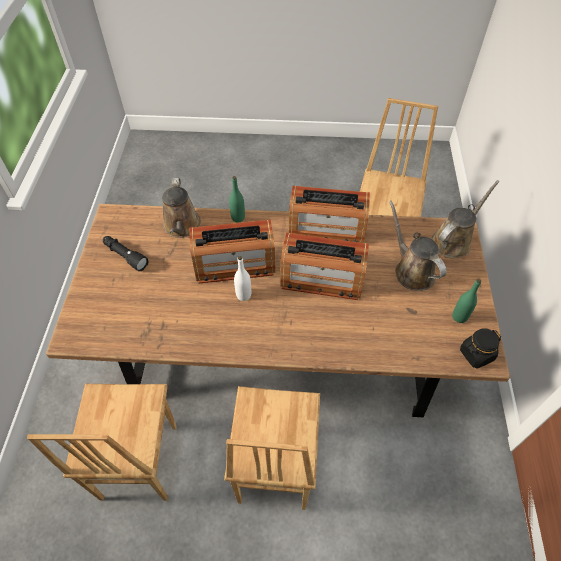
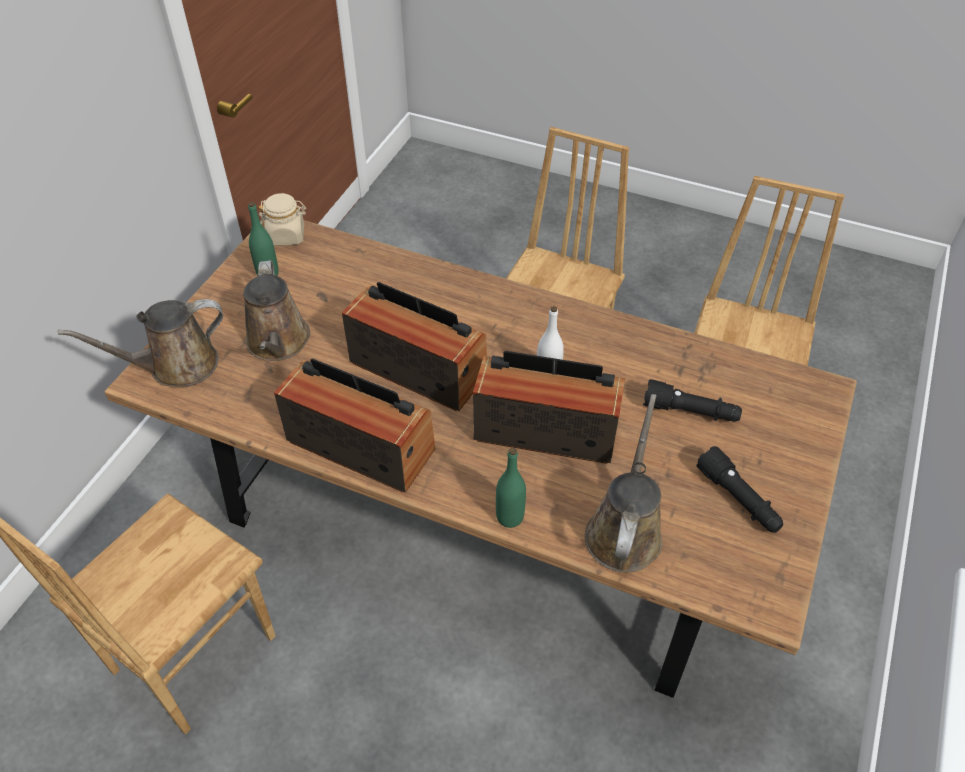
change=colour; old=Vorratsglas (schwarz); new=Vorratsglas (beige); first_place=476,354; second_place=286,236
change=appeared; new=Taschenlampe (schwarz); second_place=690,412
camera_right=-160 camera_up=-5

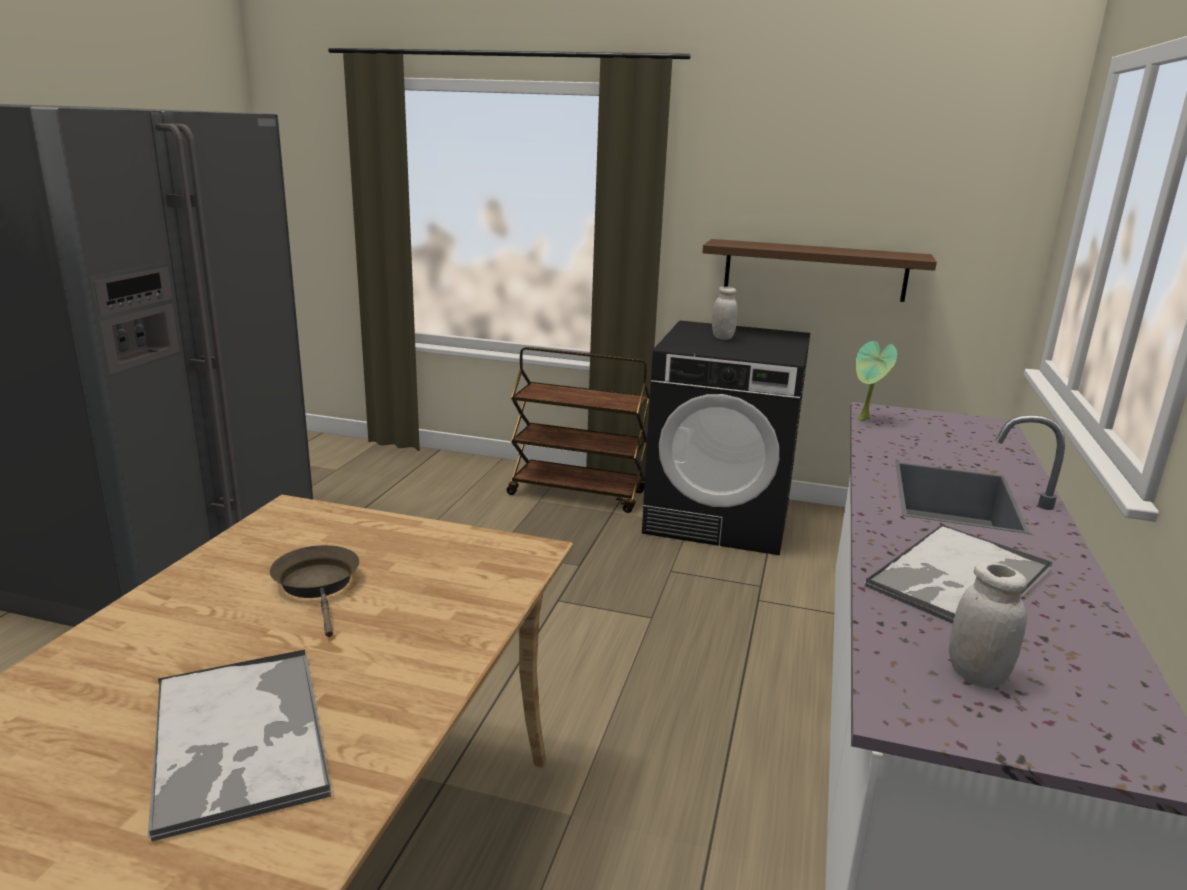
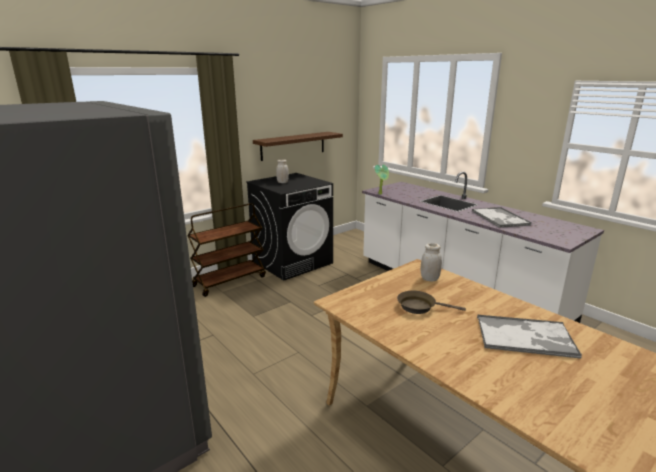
change=relocated; old=Vorratsglas (weiß); first_place=976,675; second_place=429,279
camera_right=-55 camera_up=0

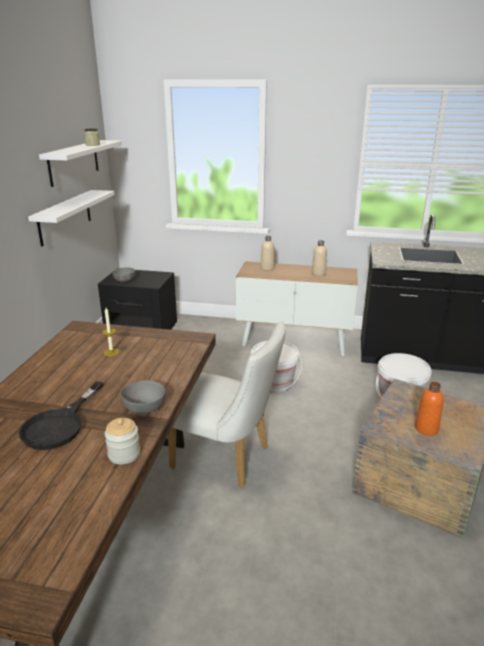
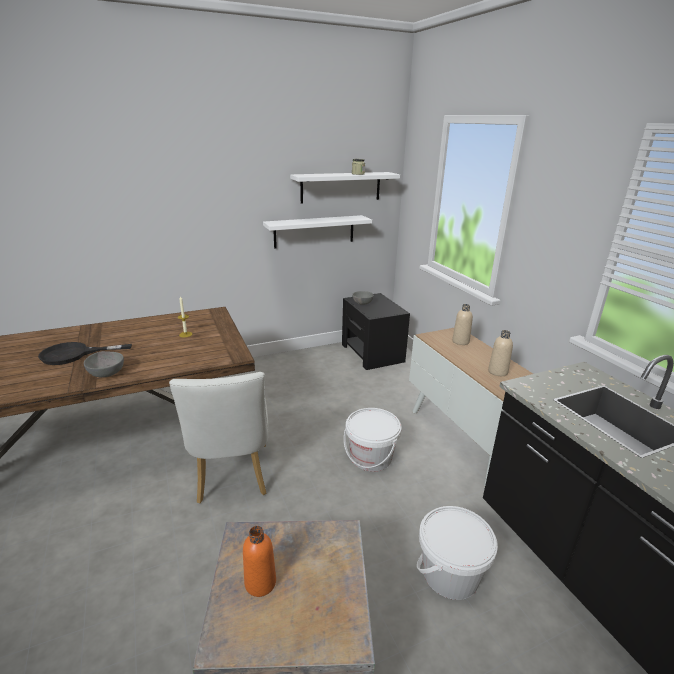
change=missing; old=Vorratsglas; first_place=124,454
camera_right=55 camera_up=0

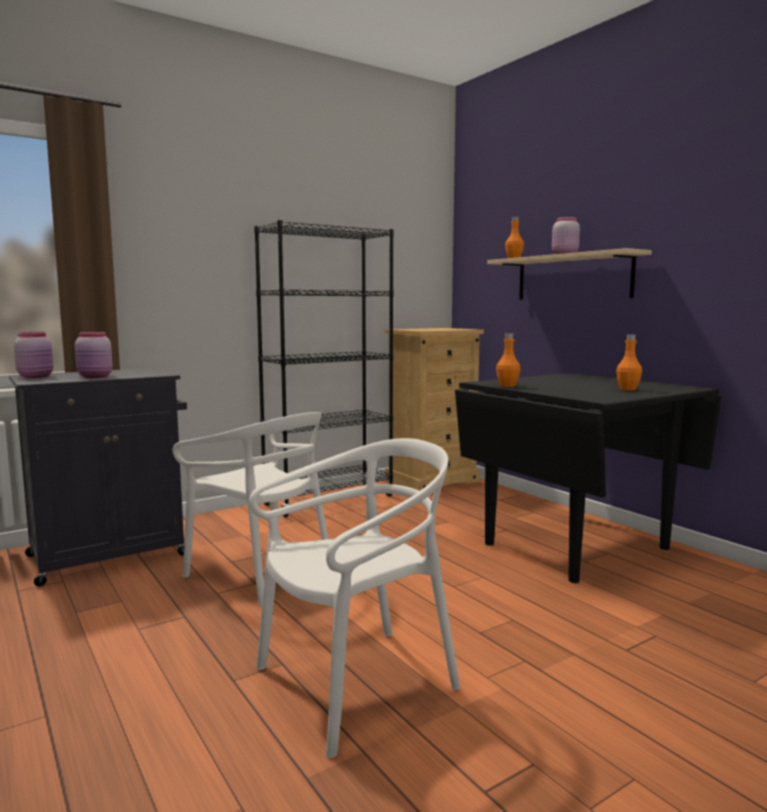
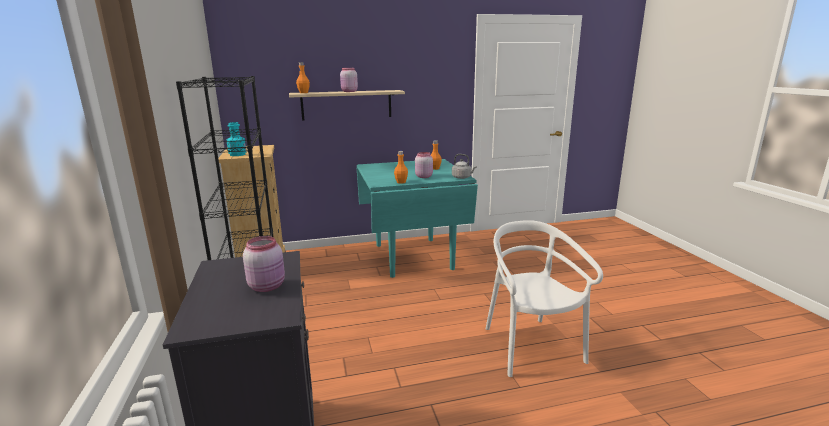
change=relocated; old=Vorratsglas (rosa); first_place=36,376; second_place=423,176
change=missing; old=Stuhl (weiß); first_place=261,573
change=colour; old=Esstisch (schwarz); new=Esstisch (türkis); first_place=574,545; second_place=412,256
change=appeared; new=Flasche (türkis); second_place=237,154
change=appeared; new=Wasserkessel (grau); second_place=462,177
camera_right=-70 camera_up=10

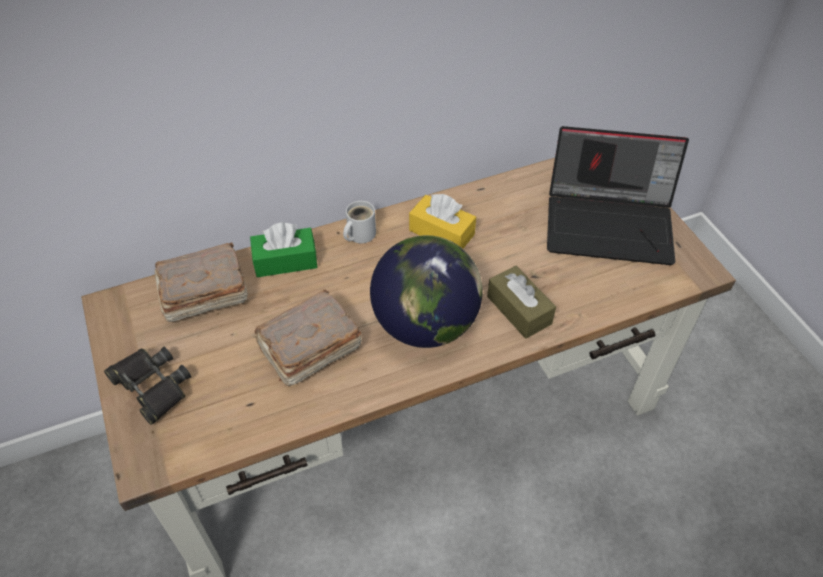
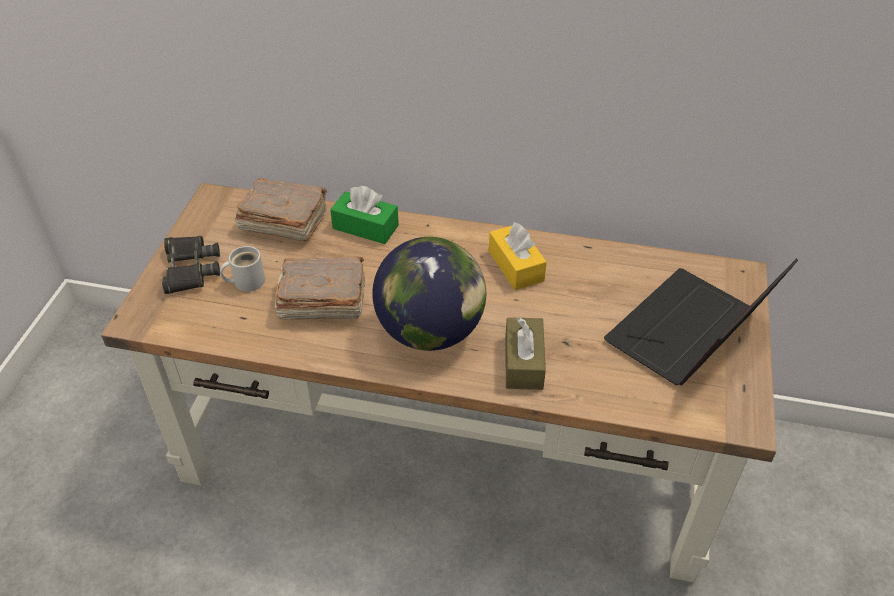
change=relocated; old=Henkelbecher (weiß); first_place=359,234; second_place=246,281
change=spun; old=Laptop; first_place=610,223; second_place=689,335; degrees=90
camera_right=35 camera_up=-5

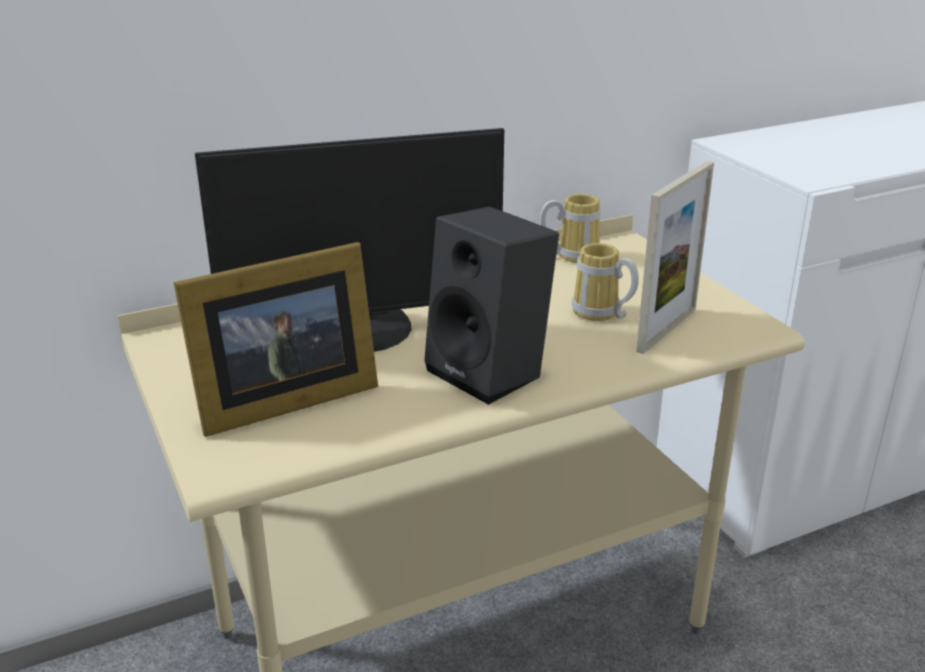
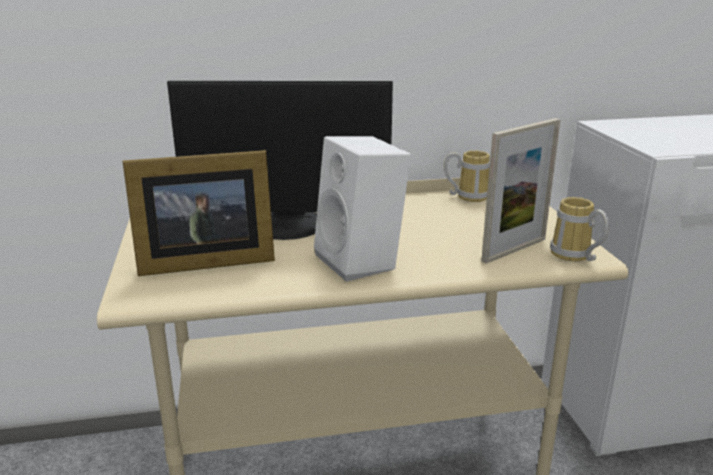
change=colour; old=Lautsprecher (schwarz); new=Lautsprecher (weiß); first_place=492,372; second_place=362,262
change=relocated; old=Henkelbecher; first_place=599,314; second_place=573,256
camera_right=15 camera_up=-5

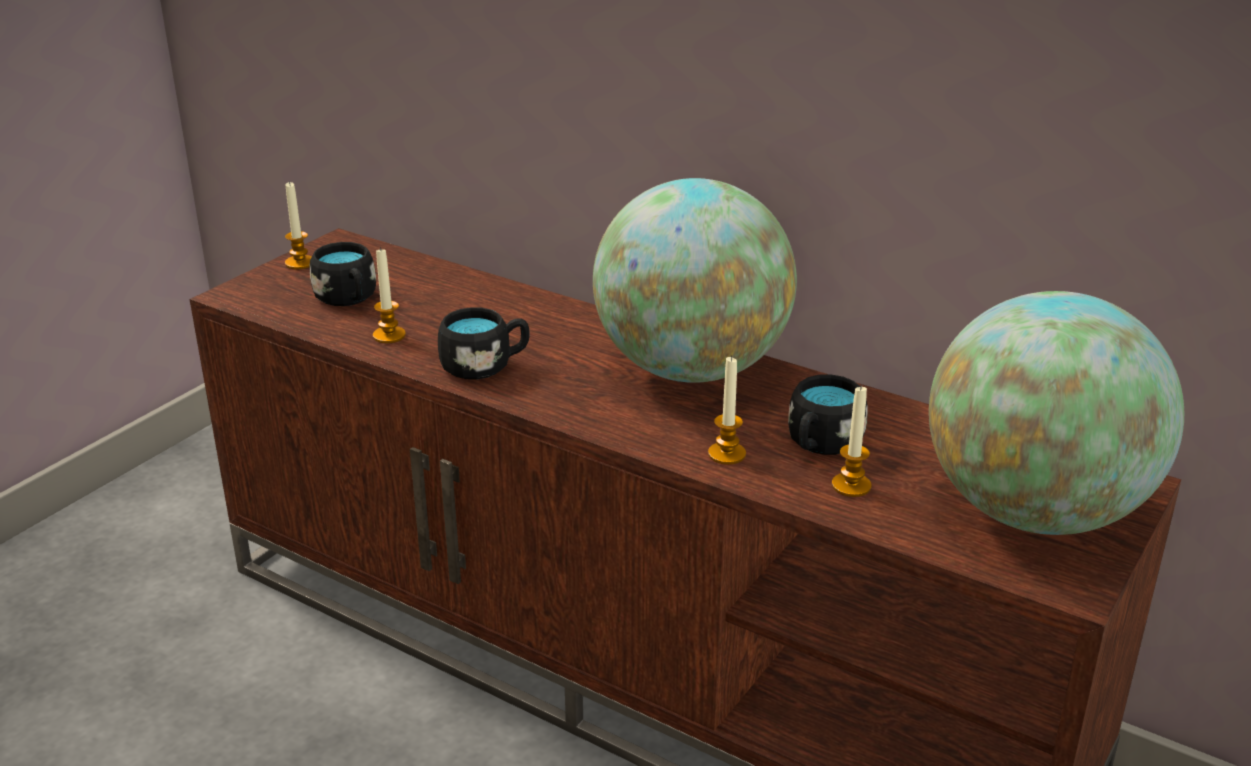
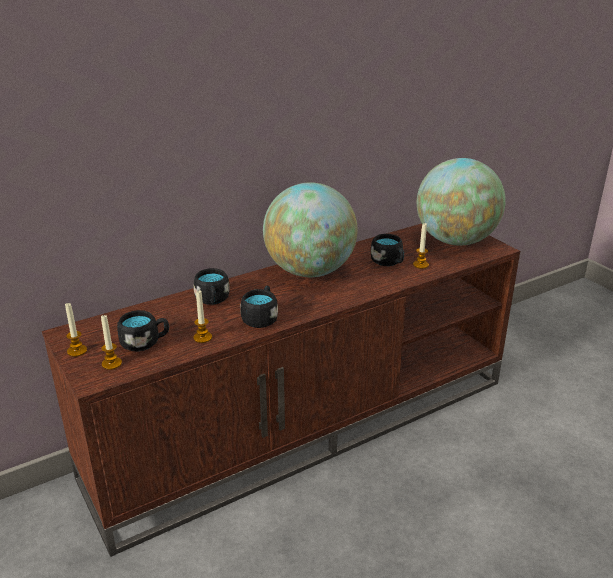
change=relocated; old=Kerze; first_place=727,454; second_place=111,364
change=appeared; new=Henkelbecher (schwarz); second_place=212,300
camera_right=-65 camera_up=0

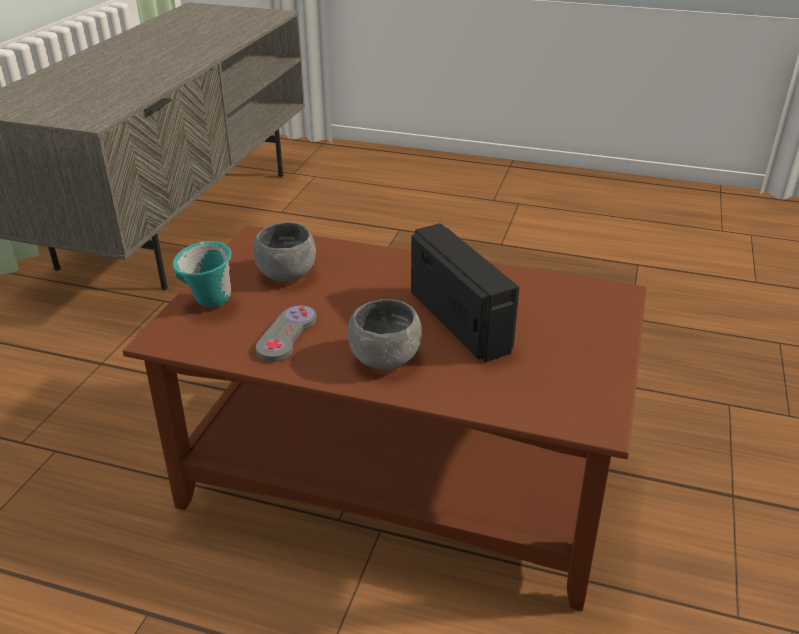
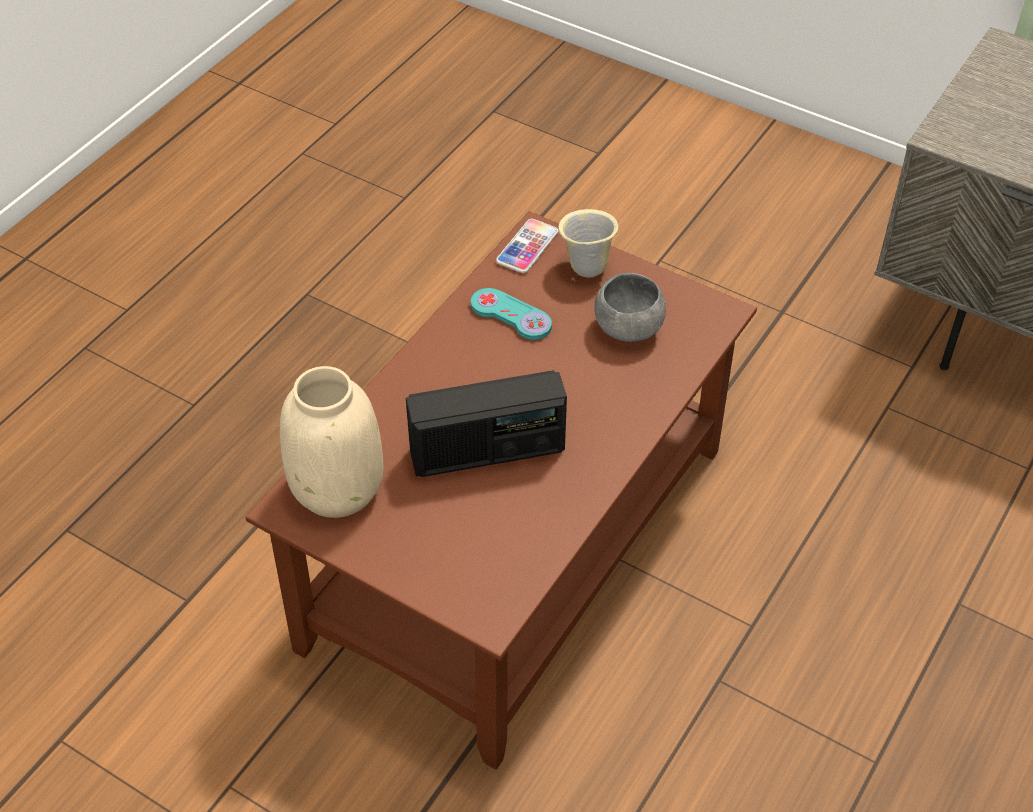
change=colour; old=Henkelbecher (türkis); new=Henkelbecher (beige); first_place=209,304; second_place=586,267
change=colour; old=Gamepad (grau); new=Gamepad (türkis); first_place=287,335; second_place=511,316
change=missing; old=Schüssel (grau); first_place=384,358
change=appeared; new=Vase (beige); second_place=338,486
change=appeared; new=Handy; second_place=527,247
camera_right=105 camera_up=15

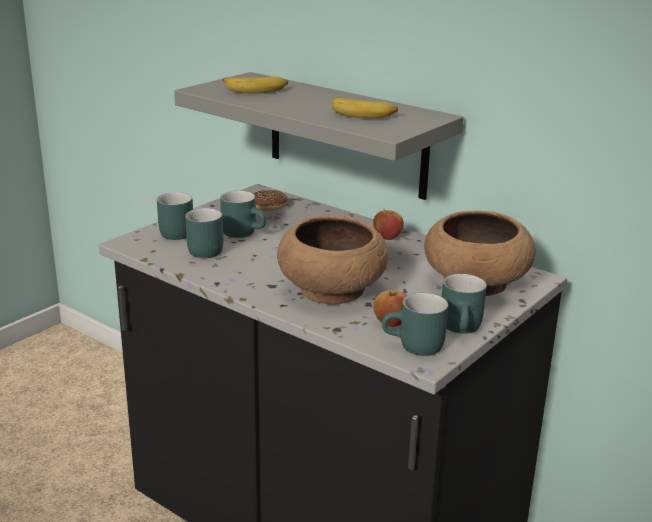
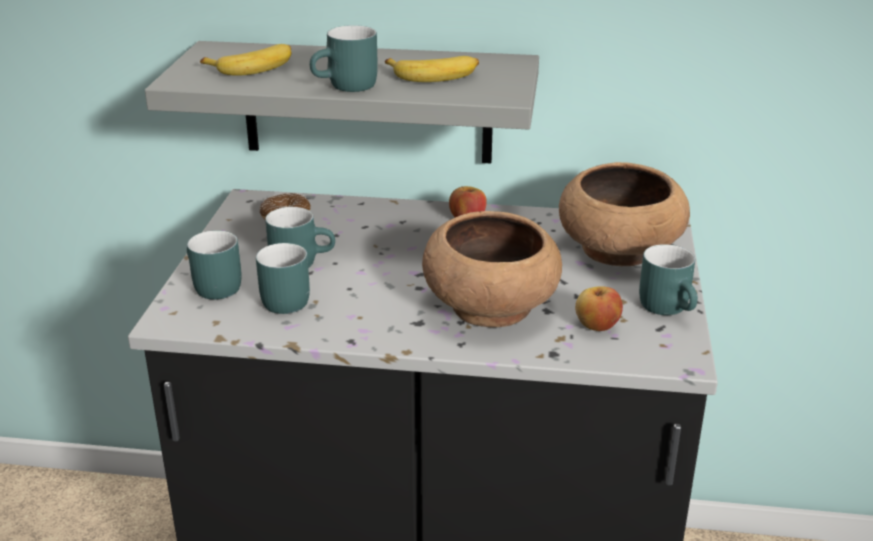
change=relocated; old=Henkelbecher (türkis); first_place=414,347; second_place=347,87
camera_right=-30 camera_up=5

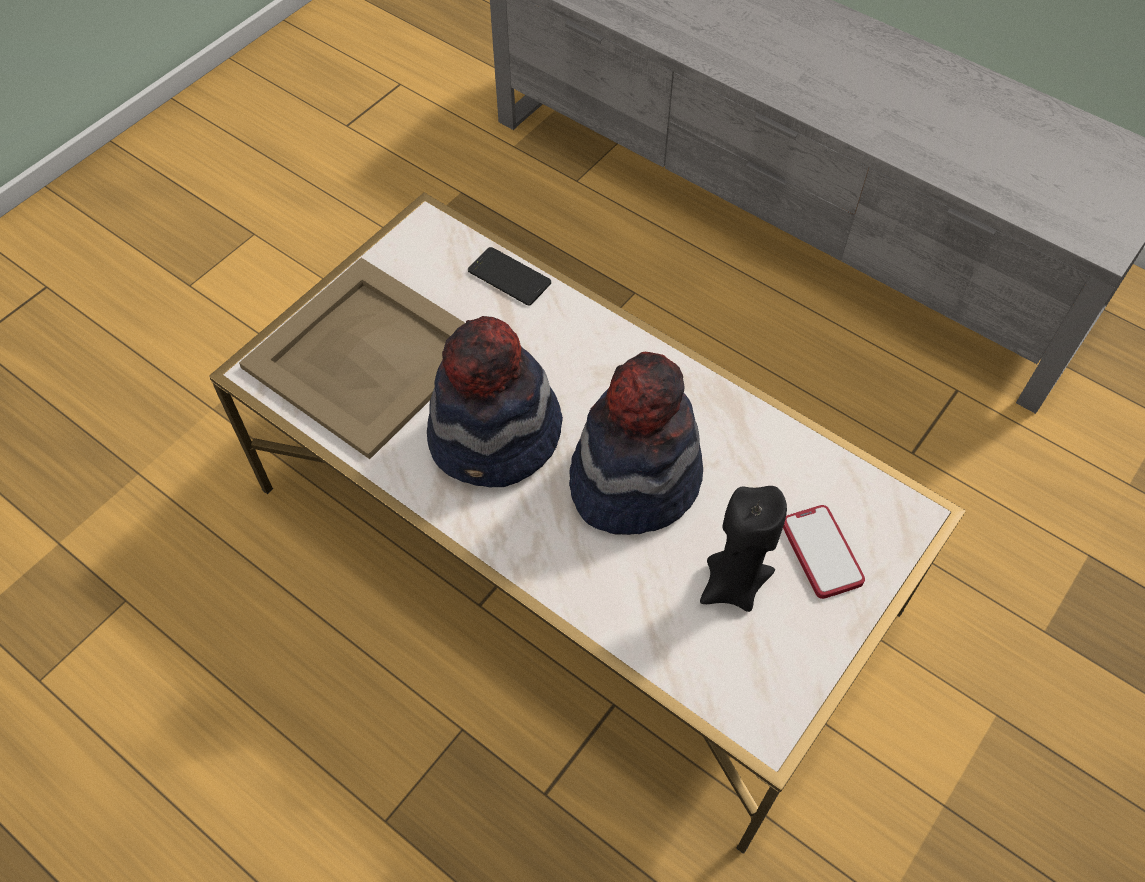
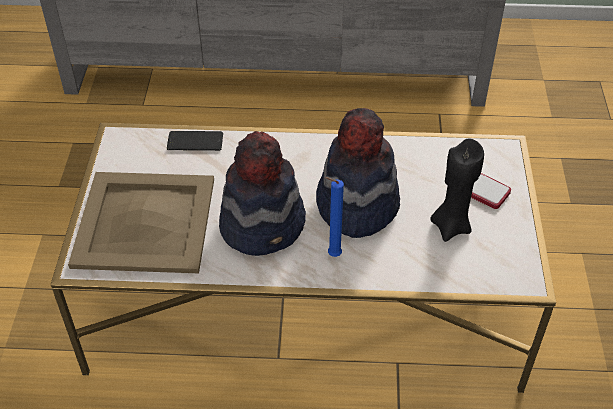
change=appeared; new=Kerze (blau); second_place=332,255
camera_right=-35 camera_up=-10

